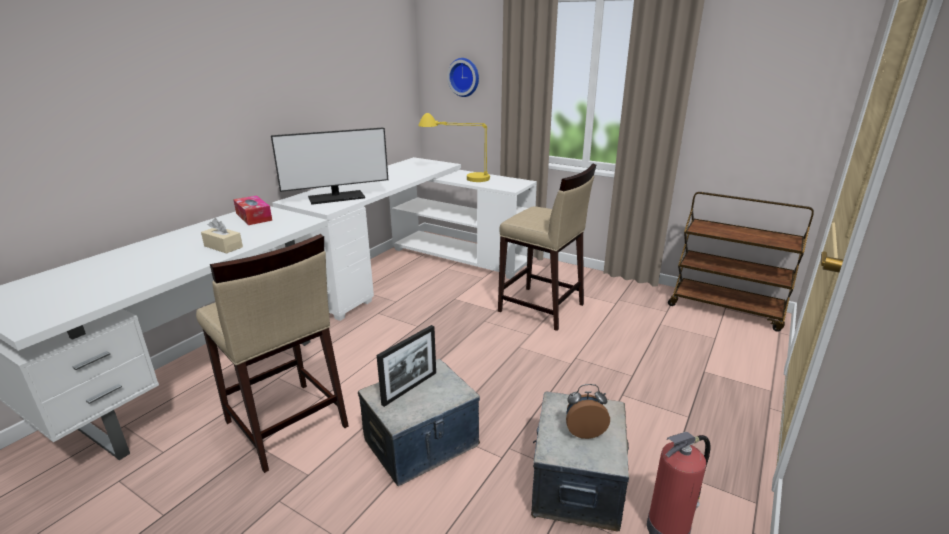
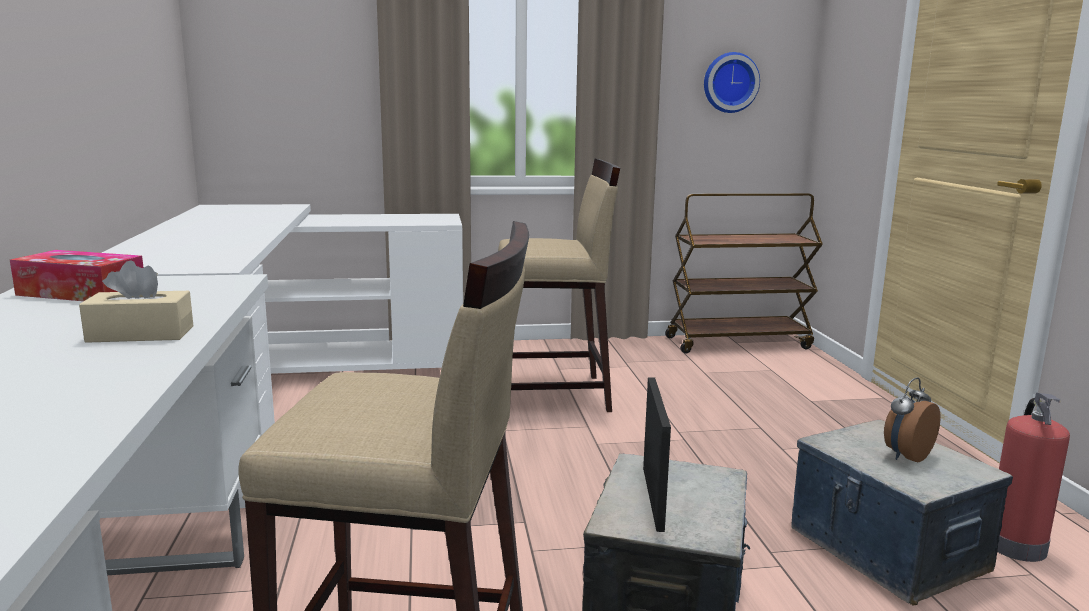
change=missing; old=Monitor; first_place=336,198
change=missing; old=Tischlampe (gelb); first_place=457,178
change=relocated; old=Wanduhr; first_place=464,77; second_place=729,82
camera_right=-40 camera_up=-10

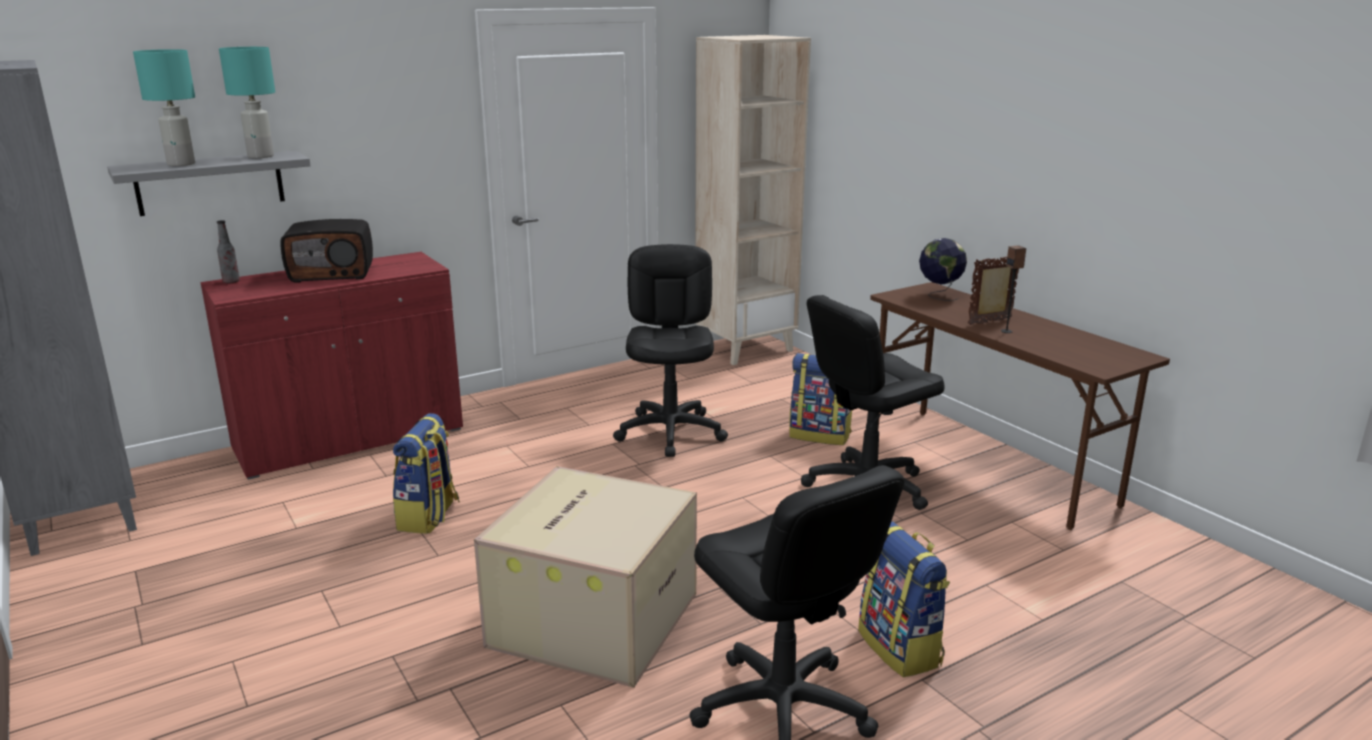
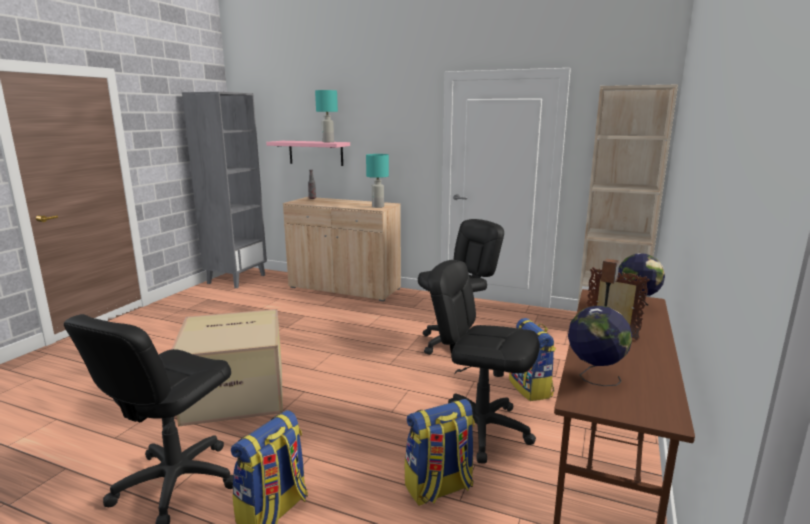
change=colour; old=Wandregal (grau); new=Wandregal (rosa); first_place=210,183; second_place=315,153
change=relocated; old=Tischlampe (türkis); first_place=181,164; second_place=378,207
change=colour; old=Schrank (rot); new=Schrank (beige); first_place=350,439; second_place=344,288
change=missing; old=Radio; first_place=332,273
change=relocated; old=Rucksack; first_place=429,517; second_place=439,488
change=appeared; new=Globus; second_place=594,377
camera_right=55 camera_up=-5

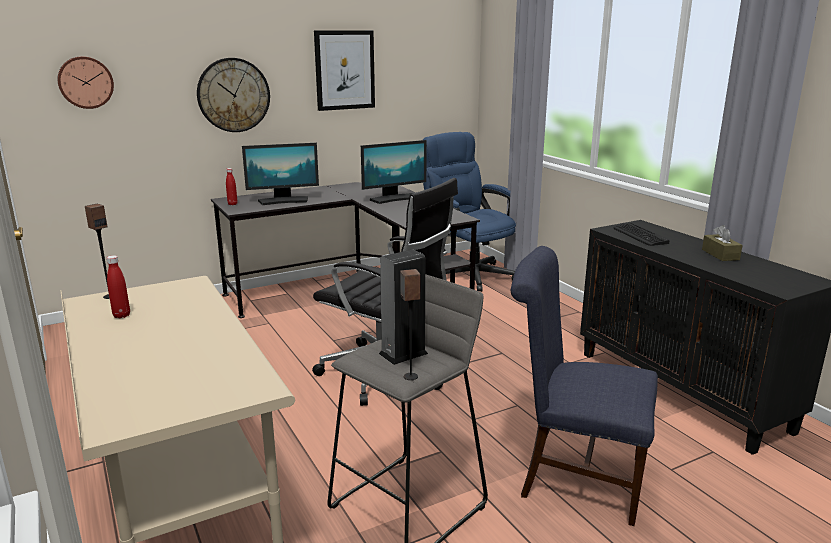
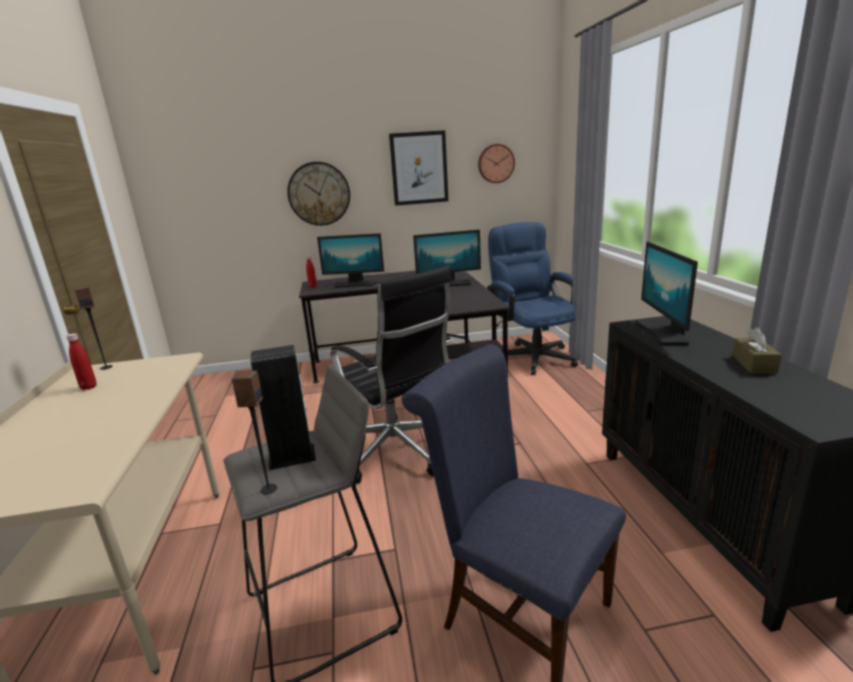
change=relocated; old=Wanduhr; first_place=85,82; second_place=495,163
change=exchanged; old=Tastatur; new=Monitor; first_place=639,235; second_place=663,333
camera_right=20 camera_up=0

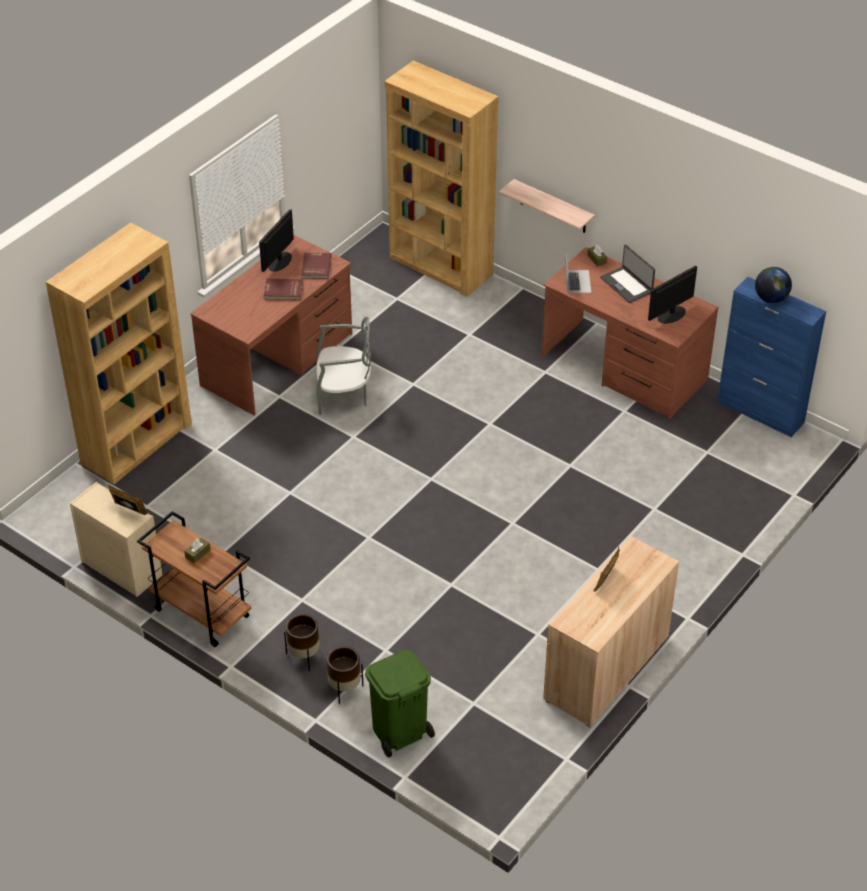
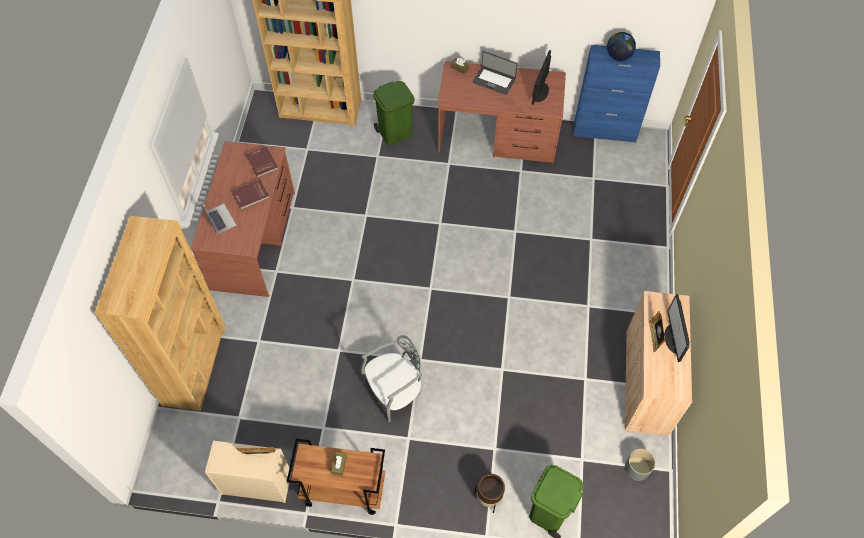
change=relocated; old=Monitor; first_place=279,262; second_place=673,339
change=missing; old=Pflanzkübel (braun); first_place=304,657
change=relocated; old=Stuhl (grau); first_place=343,394; second_place=394,391
change=missing; old=Wandregal; first_place=553,207
change=relocated; old=Laptop; first_place=577,281; second_place=220,218
change=appeared; new=Mülleimer (grün); second_place=395,133
change=appeared; new=Pflanzkübel (grau); second_place=637,468
camera_right=-30 camera_up=15

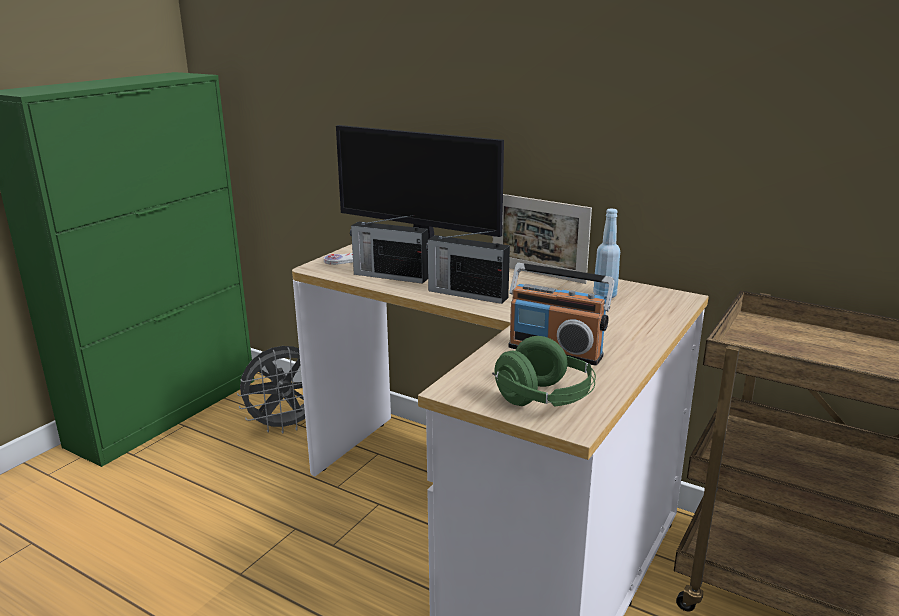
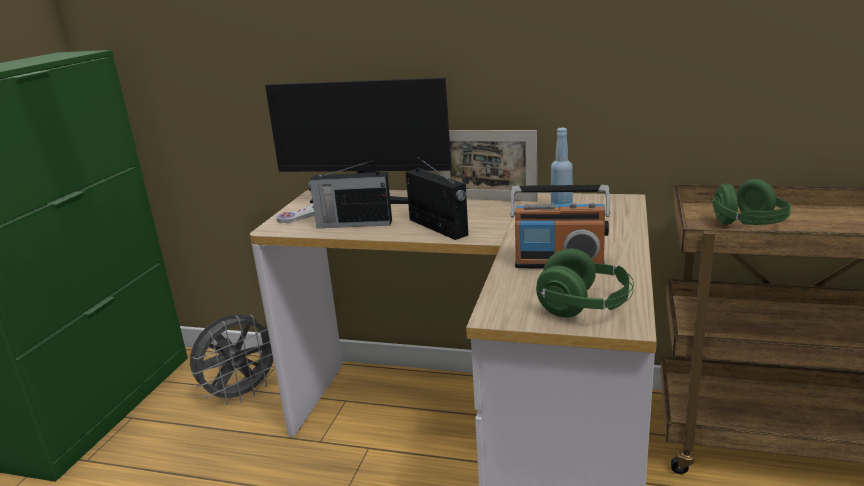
change=spun; old=Radio; first_place=466,294; second_place=438,228; degrees=-135
change=appeared; new=Kopfhörer (grün); second_place=748,225
camera_right=-15 camera_up=0

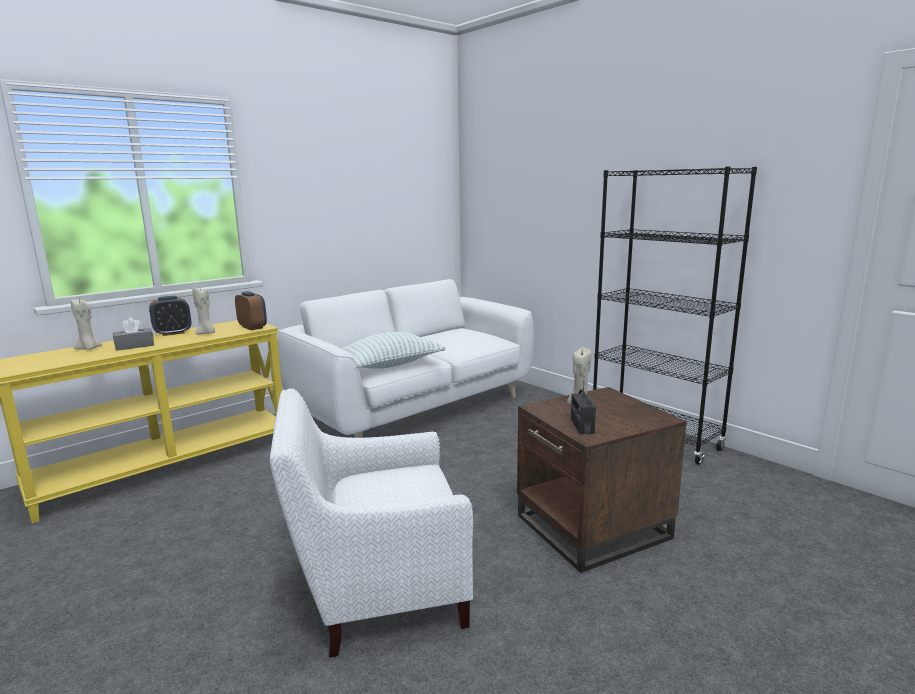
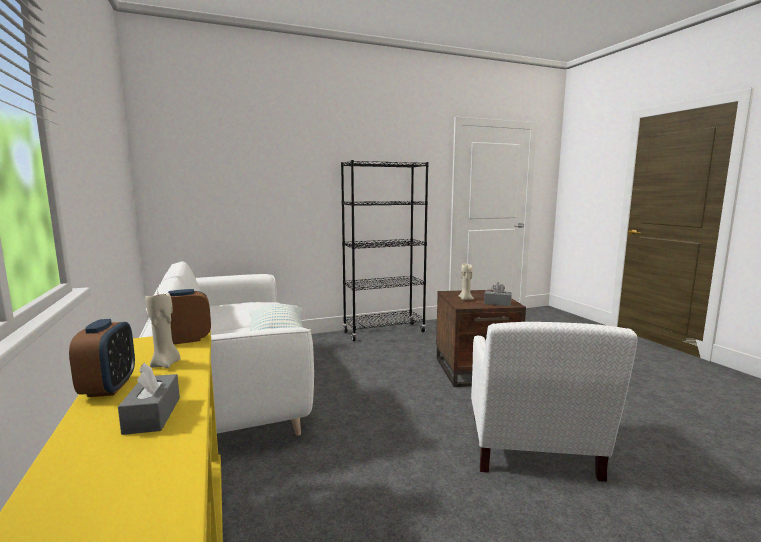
change=missing; old=Kerze (beige); first_place=88,349
change=exchanged; old=Radio; new=Taschentuchbox (grau); first_place=581,426; second_place=497,303
camera_right=-70 camera_up=-5

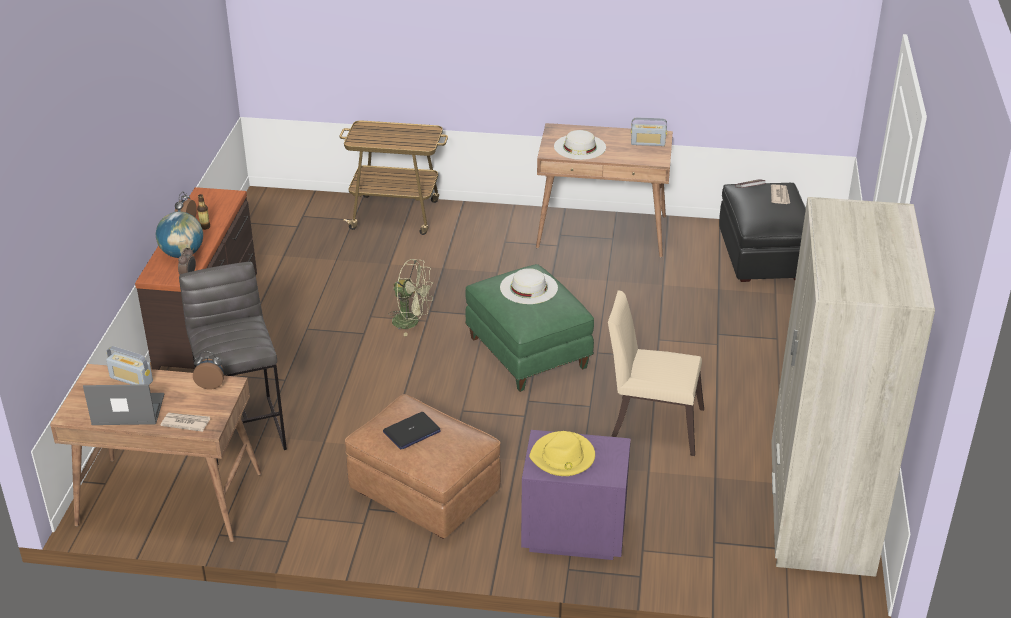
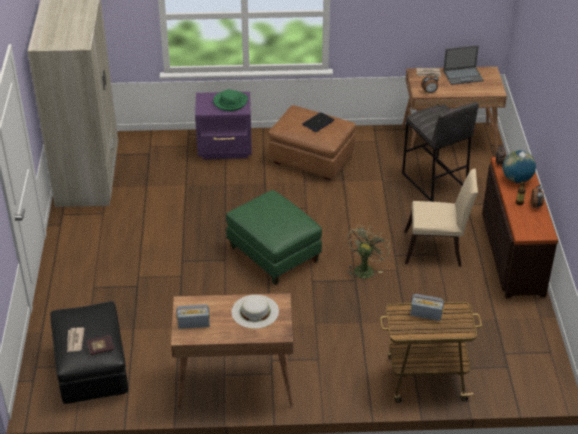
change=relocated; old=Radio; first_place=131,379; second_place=426,315
change=spun; old=Ventilator (grün); first_place=411,322; second_place=364,268; degrees=105
change=missing; old=Hut (weiß); first_place=528,287
change=colour; old=Hut (gelb); new=Hut (grün); first_place=563,457; second_place=230,102
change=relocated; old=Stuhl (beige); first_place=650,423; second_place=437,249
camera_right=170 camera_up=5

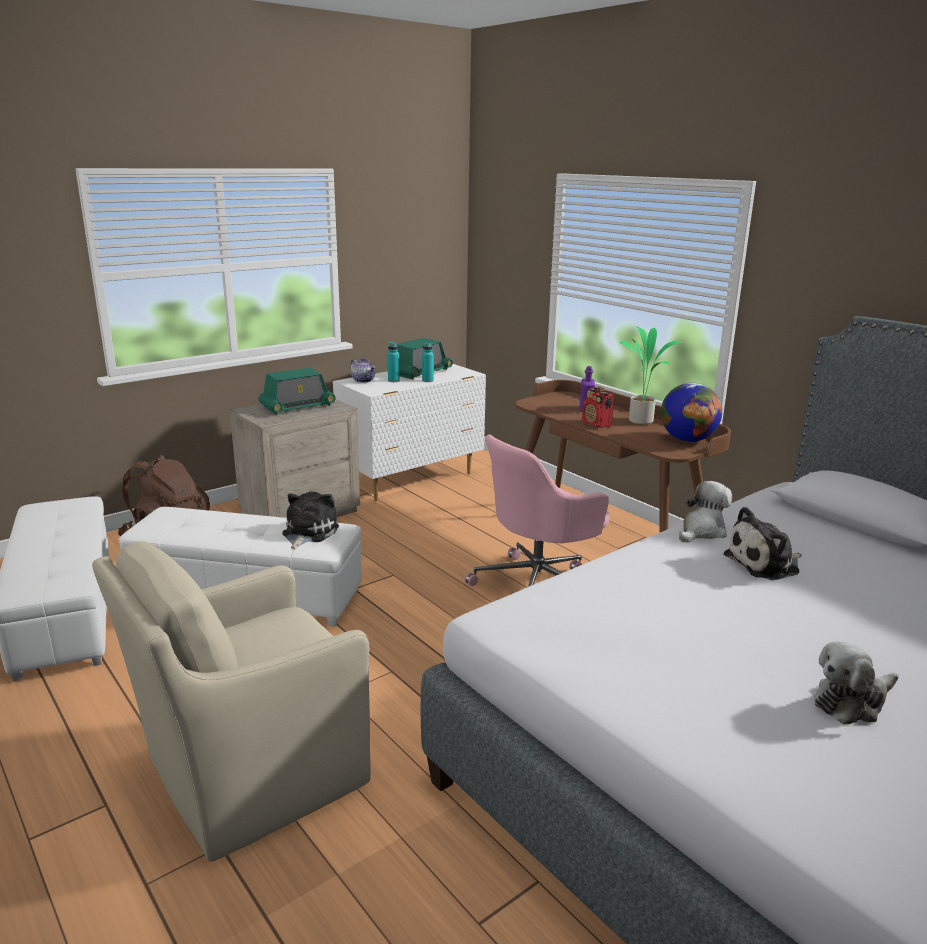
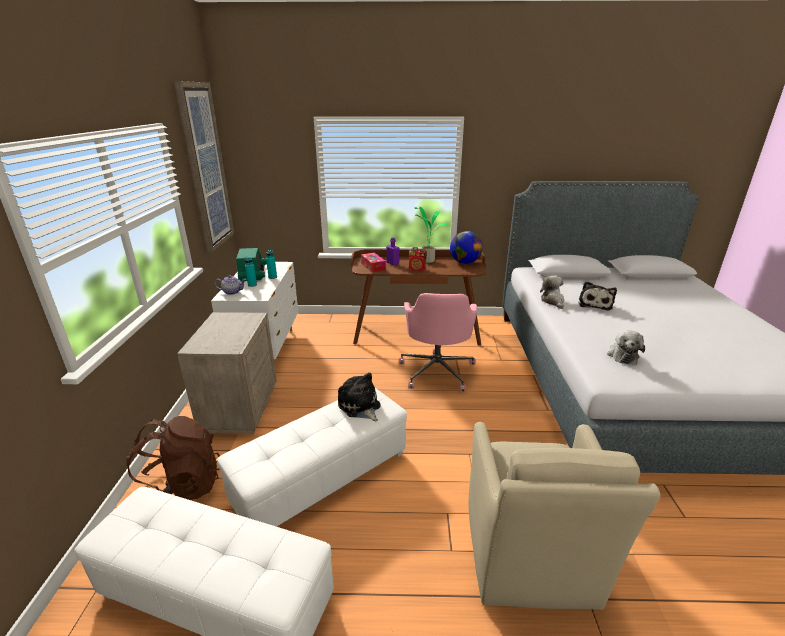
change=missing; old=Radio; first_place=297,406
change=relocated; old=Plüschtier; first_place=851,702; second_place=622,355
change=appeared; new=Bild; second_place=205,168
change=appeared; new=Taschentuchbox; second_place=373,266
camera_right=-50 camera_up=5

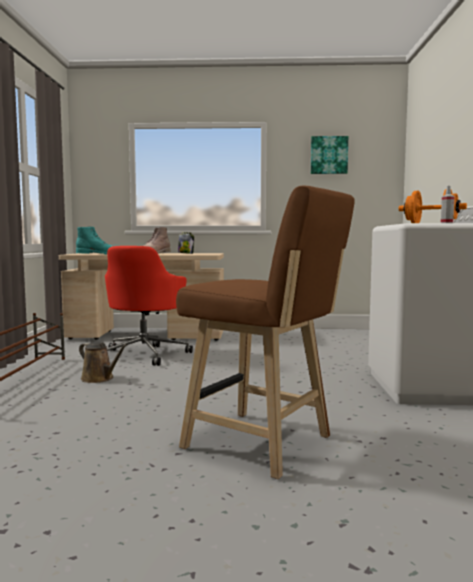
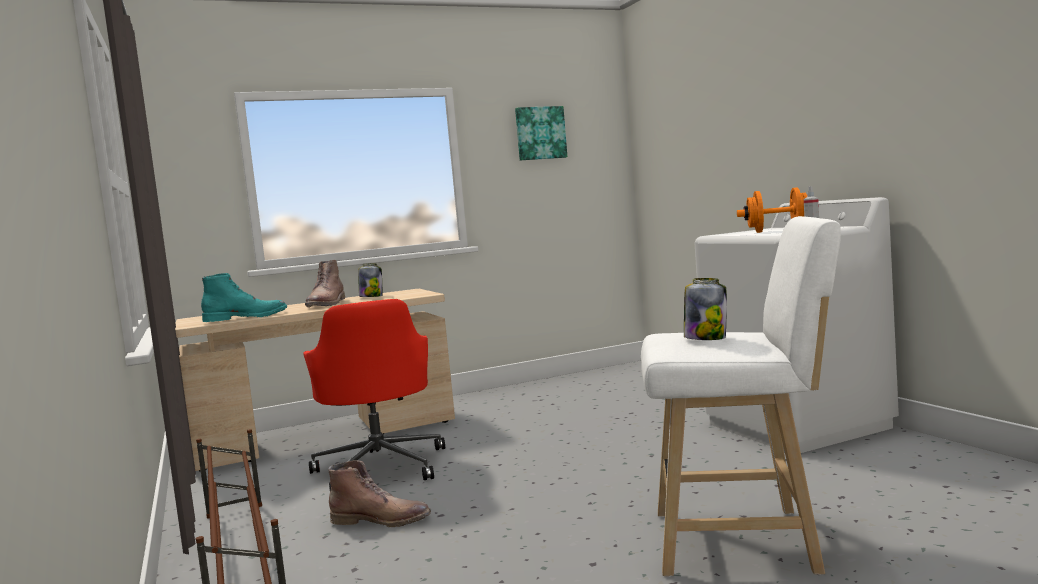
change=exchanged; old=Gießkanne (braun); new=Stiefel (braun); first_place=99,379; second_place=382,520
change=colour; old=Hocker (braun); new=Hocker (weiß); first_place=264,444; second_place=744,542
change=appeared; new=Vorratsglas; second_place=705,338
camera_right=-25 camera_up=0

